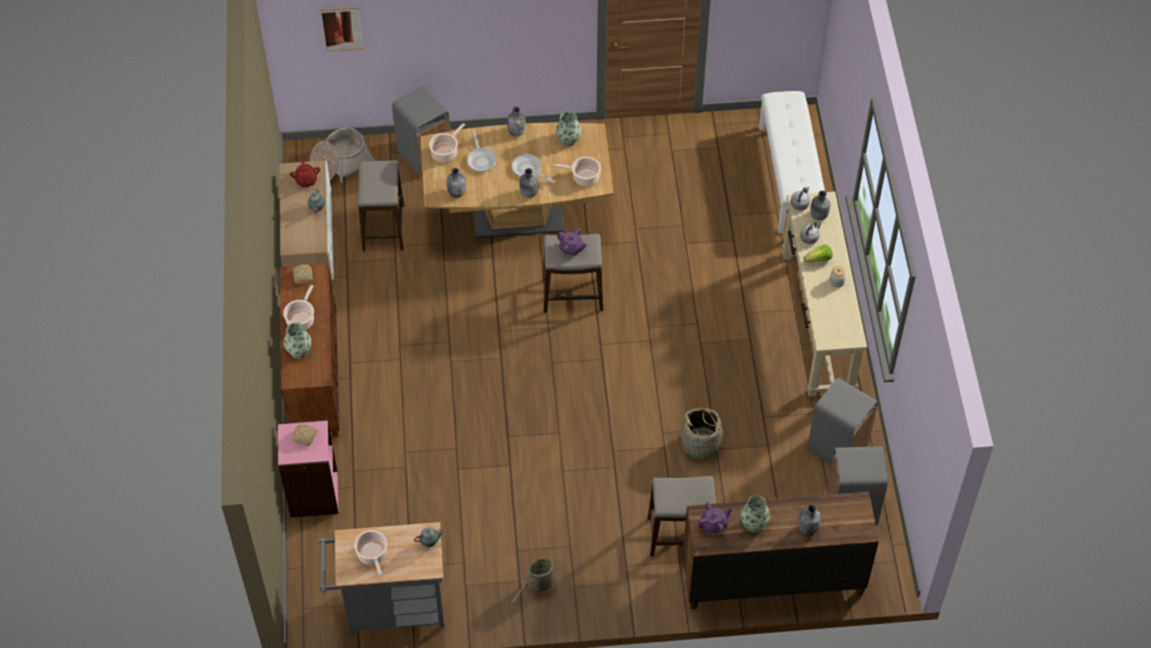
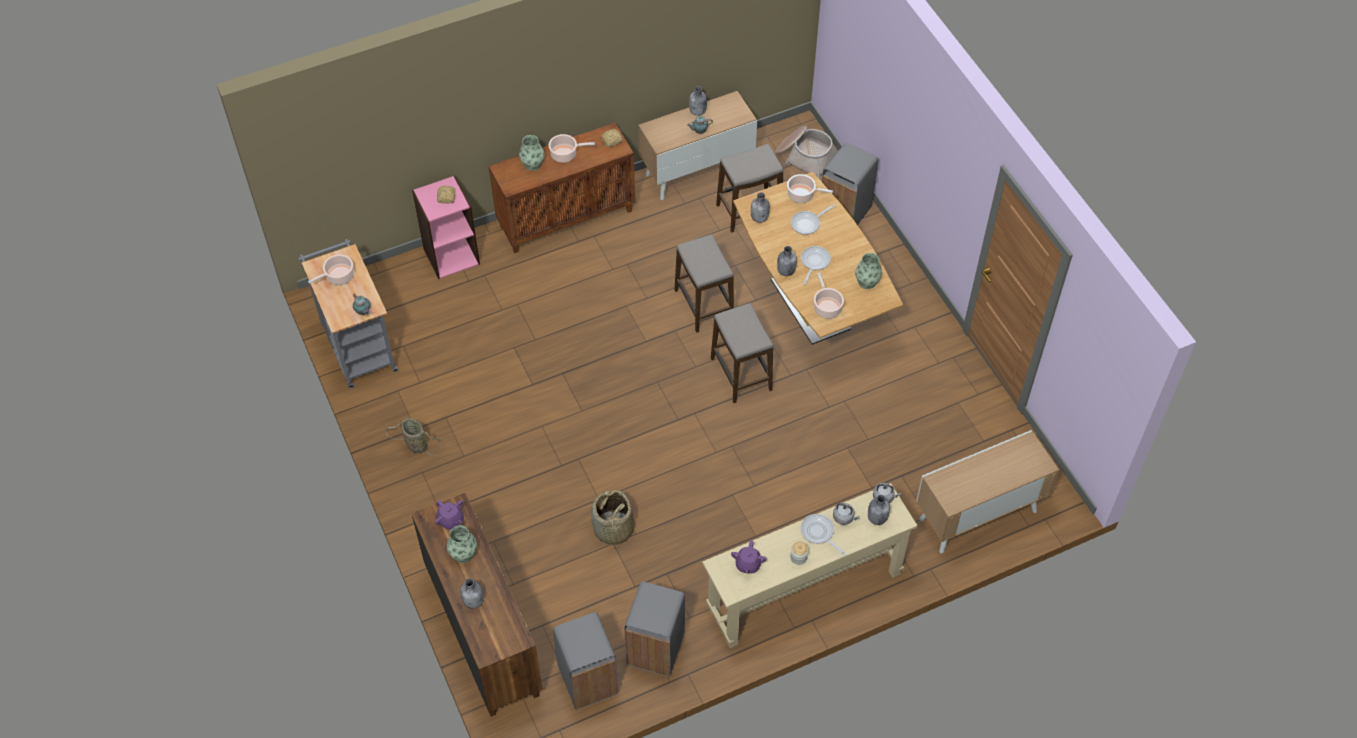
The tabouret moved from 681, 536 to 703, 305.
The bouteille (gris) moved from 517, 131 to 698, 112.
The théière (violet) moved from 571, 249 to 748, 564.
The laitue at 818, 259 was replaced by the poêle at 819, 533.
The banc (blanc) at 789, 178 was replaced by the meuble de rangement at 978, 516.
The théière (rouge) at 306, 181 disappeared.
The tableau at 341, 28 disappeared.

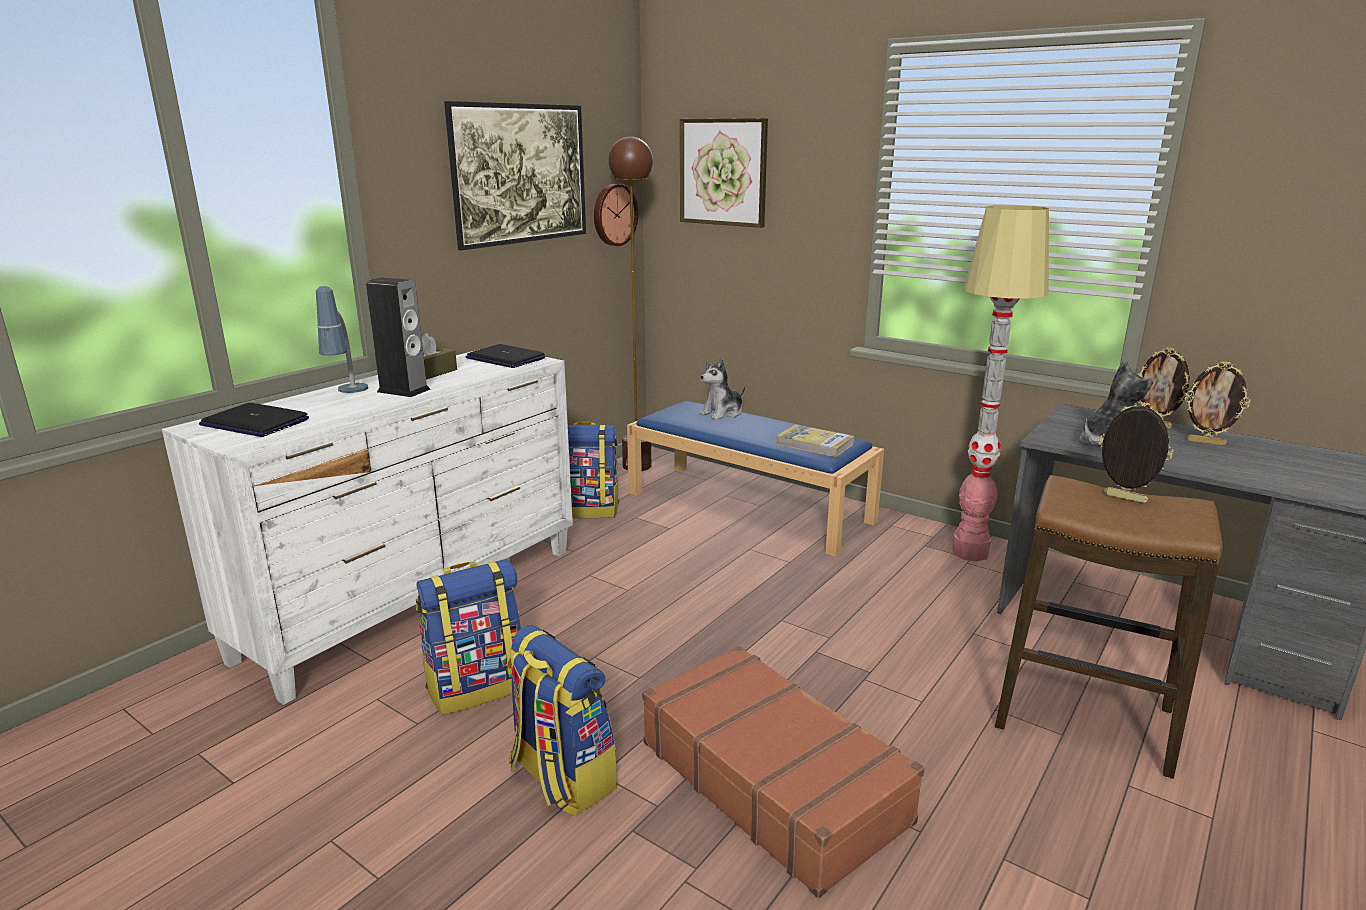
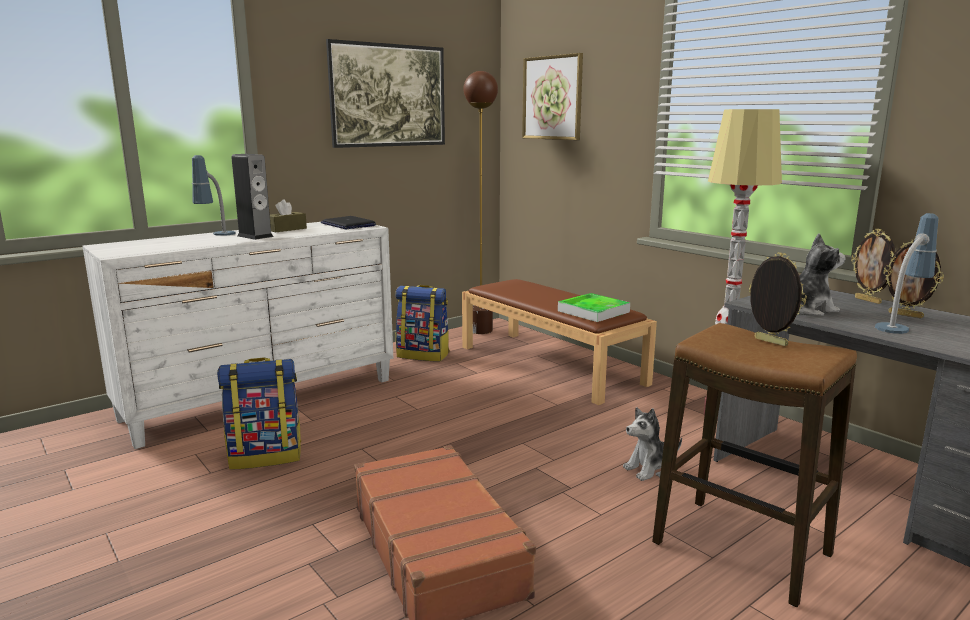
The banc (bleu) at 750, 507 became the banc (marron) at 551, 365.
The livre at 814, 444 was replaced by the plateau at 593, 311.
The peluche moved from 722, 413 to 651, 469.
The lampe de table at 901, 325 appeared.
The ordinateur portable at 254, 423 disappeared.
The sac à dos at 561, 778 disappeared.
The horloge murale at 613, 215 disappeared.

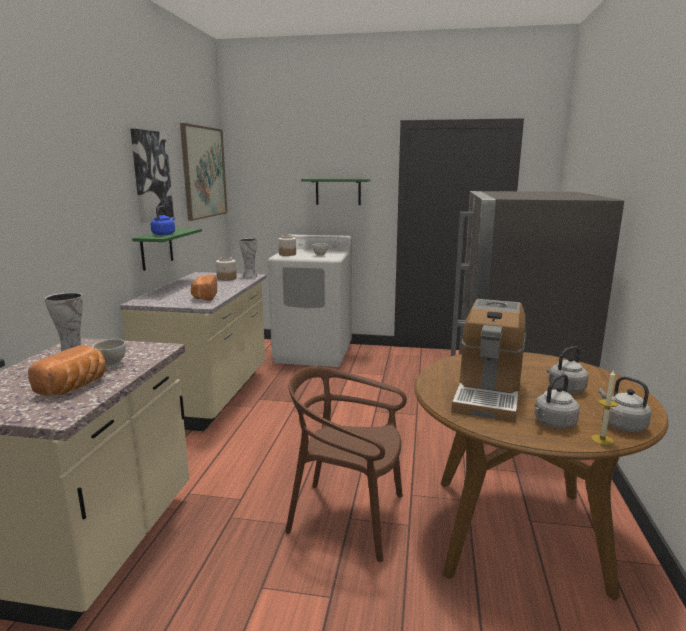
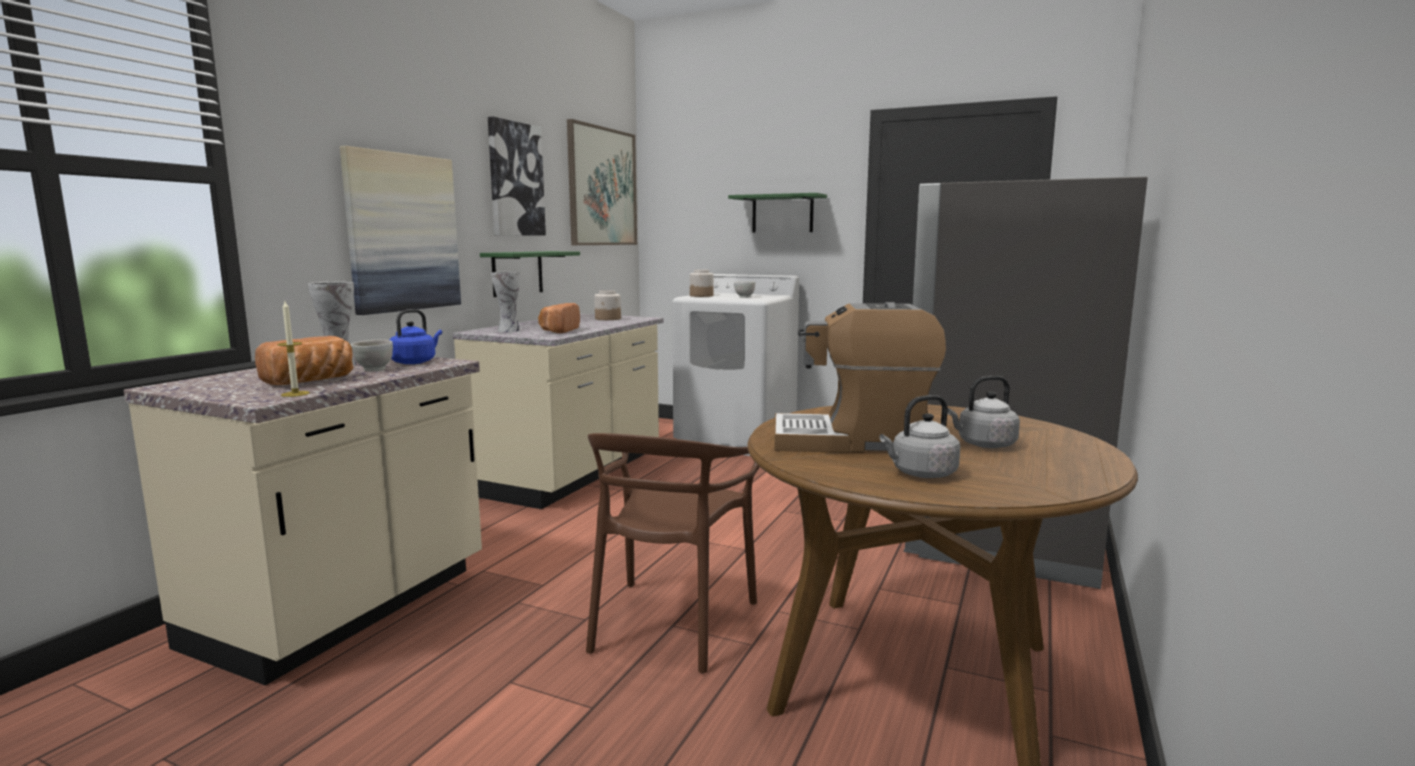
The bougie moved from 602, 439 to 295, 394.
The tableau at 402, 233 appeared.
The bouilloire (bleu) moved from 164, 234 to 415, 362.
The vase moved from 249, 276 to 509, 330.
The chaise (marron) at 347, 517 turned 105 degrees counterclockwise.
The machine à café at 488, 394 turned 60 degrees clockwise.
The bouilloire (gris) at 621, 425 disappeared.

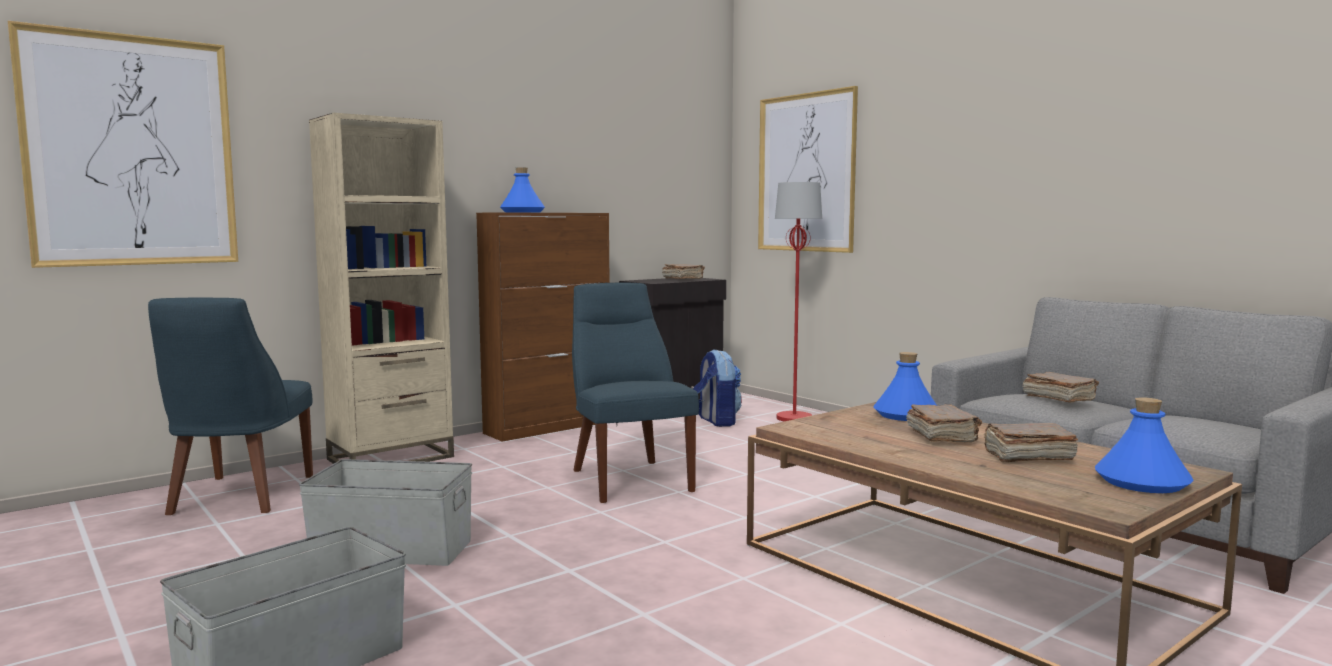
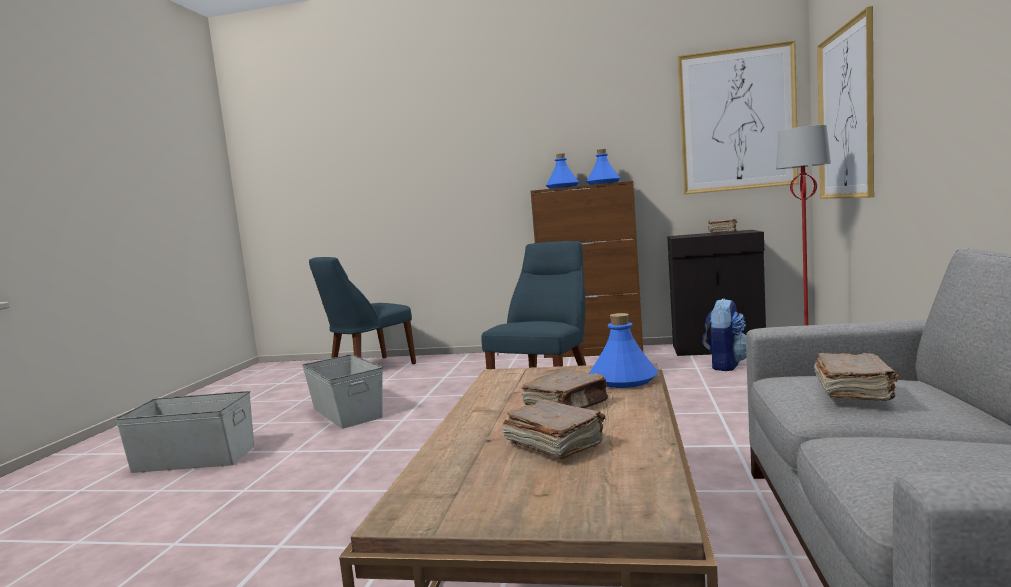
The bouteille (bleu) moved from 1141, 482 to 603, 183.
The tableau moved from 131, 151 to 737, 120.
The bibliothèque (beige) at 391, 458 disappeared.

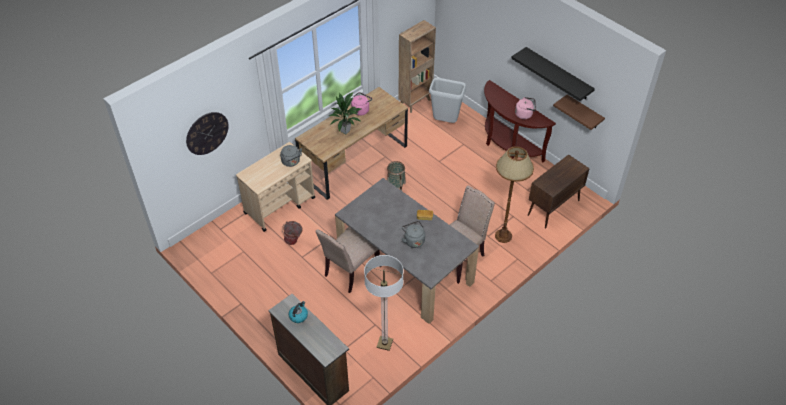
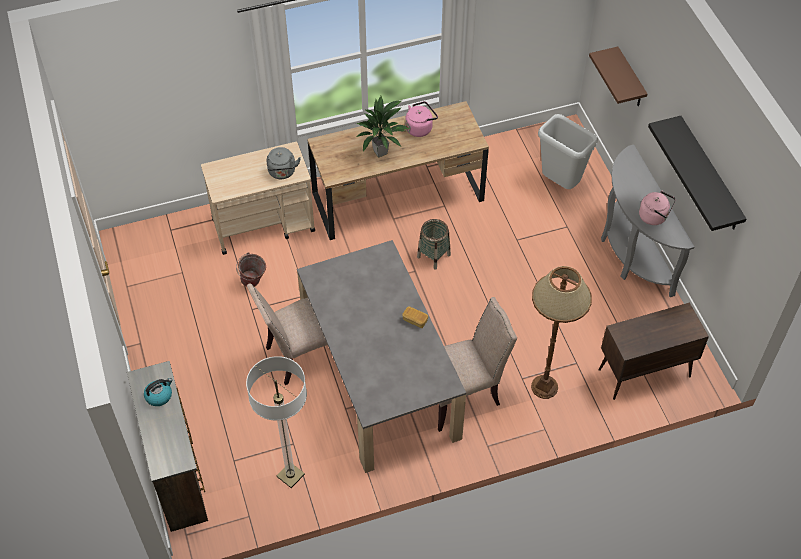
The étagère (marron) moved from 584, 112 to 630, 79.
The table console (marron) at 508, 146 became the table console (gris) at 631, 253.
The horloge murale at 207, 133 disappeared.
The bibliothèque (marron) at 415, 102 disappeared.
The bouilloire (gris) at 413, 240 disappeared.

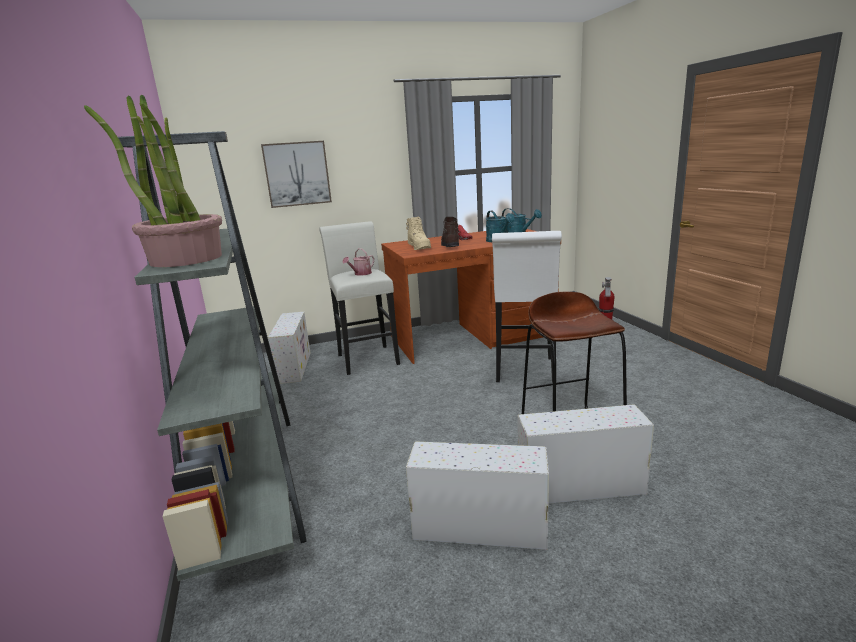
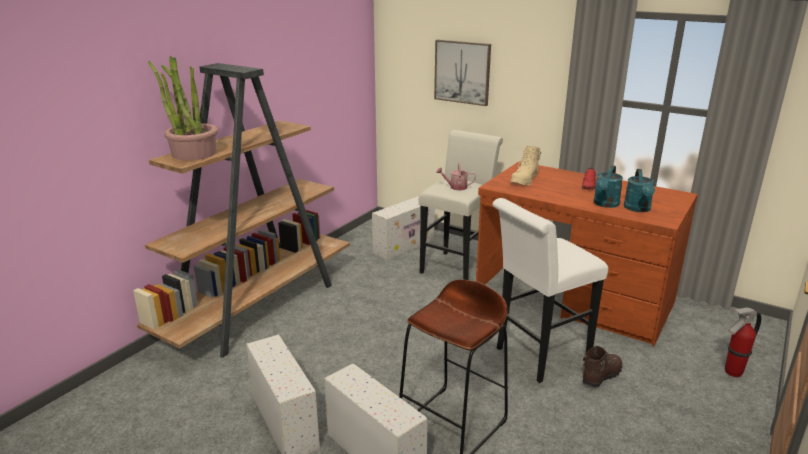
The bibliothèque (gris) at 249, 480 became the bibliothèque (marron) at 259, 307.
The botte (marron) moved from 450, 246 to 600, 376.

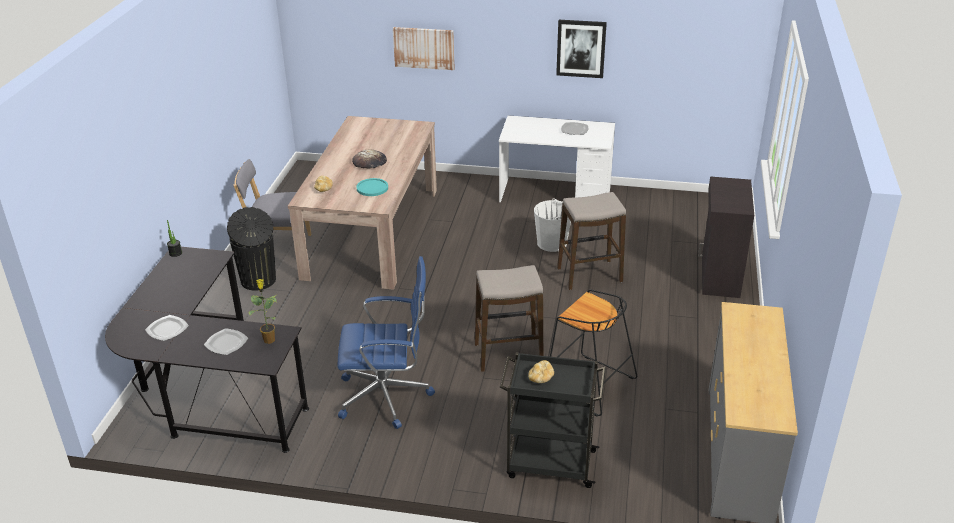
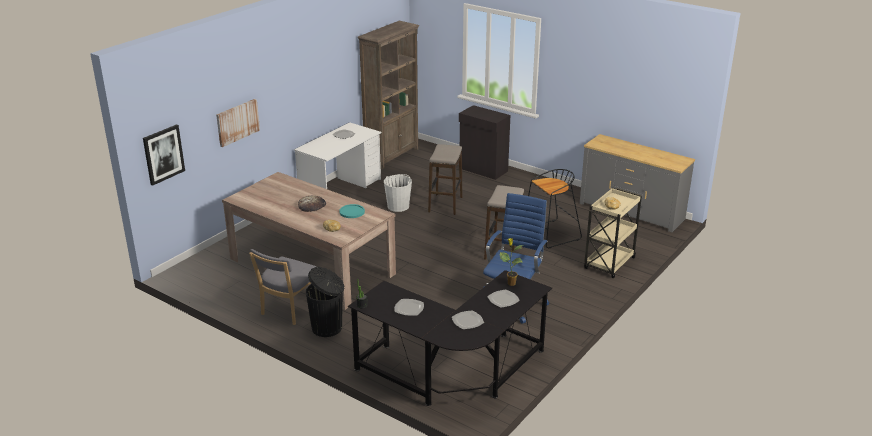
The tableau moved from 581, 48 to 163, 154.
The bibliothèque (marron) at 392, 156 appeared.
The assiette at 409, 308 appeared.
The chariot (noir) at 549, 464 became the chariot (beige) at 609, 264.

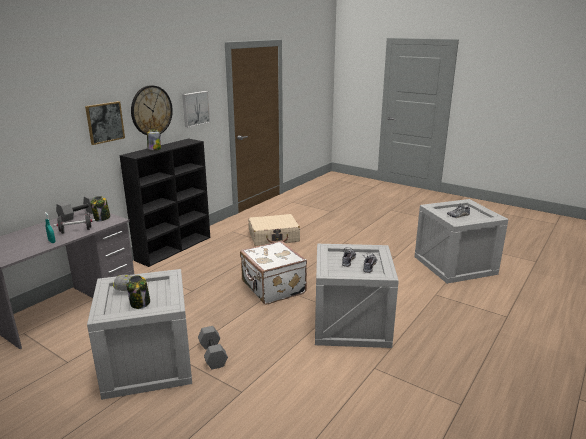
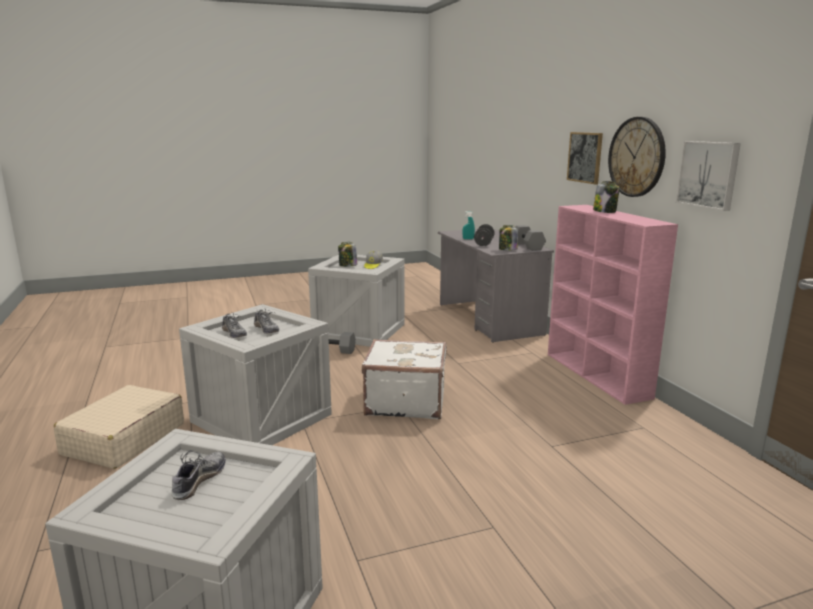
The valise (beige) moved from 274, 237 to 124, 439.
The bibliothèque (noir) at 174, 248 became the bibliothèque (rose) at 597, 375.

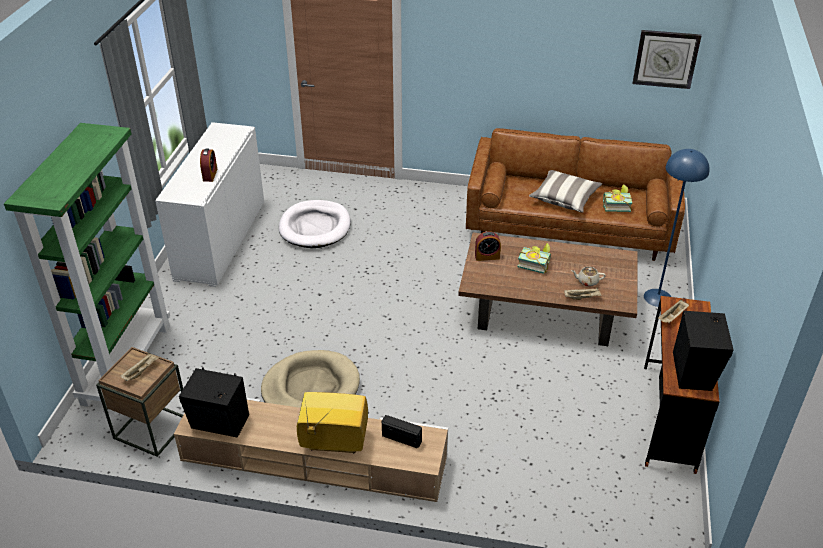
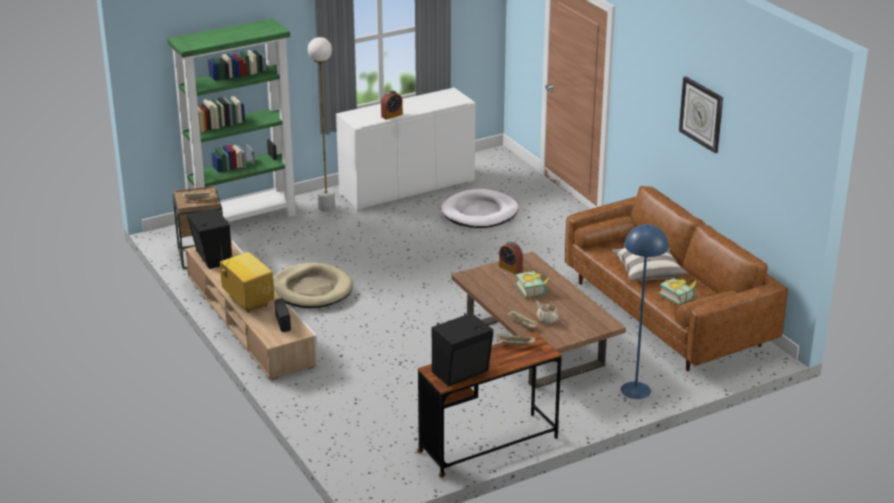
The lampadaire (blanc) at 326, 208 appeared.
The horloge murale moved from 666, 59 to 701, 114.

